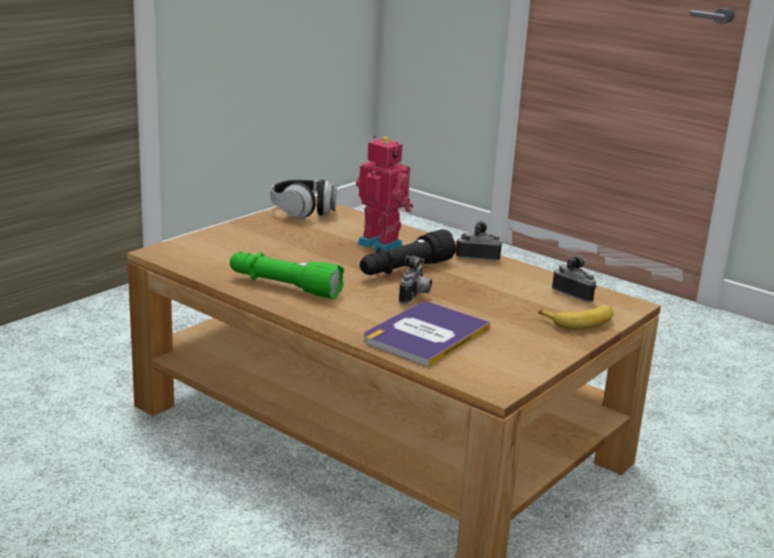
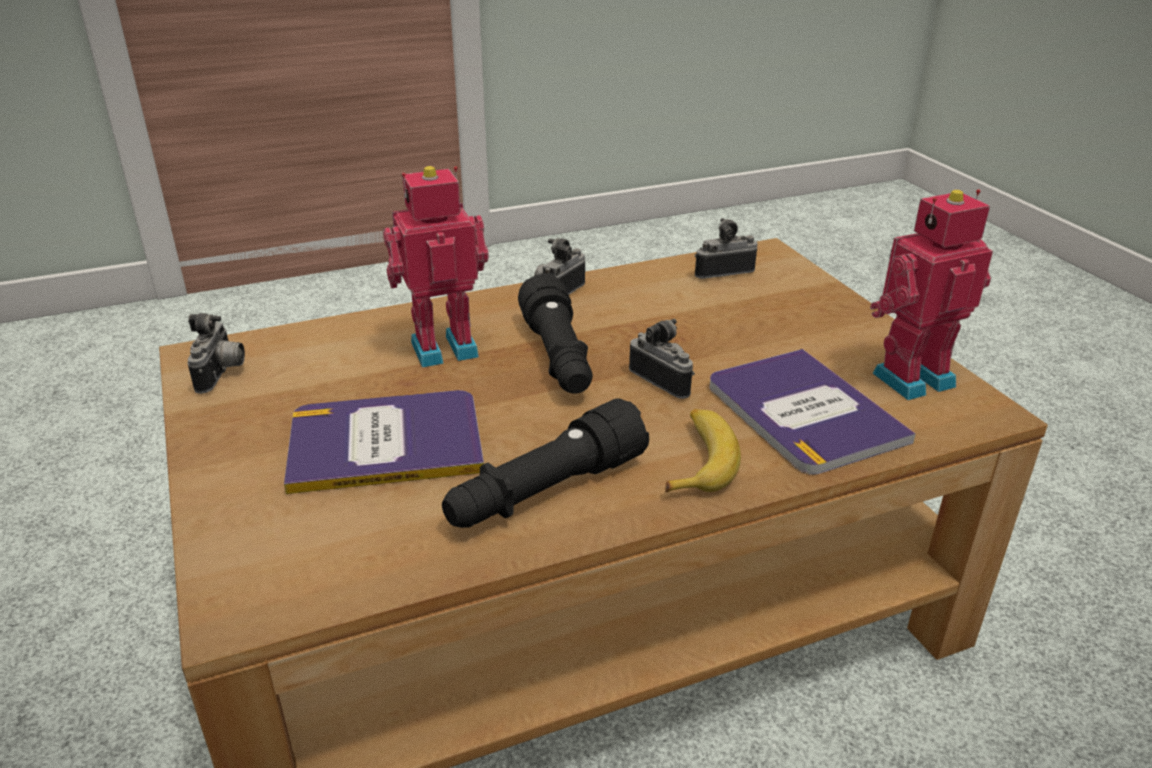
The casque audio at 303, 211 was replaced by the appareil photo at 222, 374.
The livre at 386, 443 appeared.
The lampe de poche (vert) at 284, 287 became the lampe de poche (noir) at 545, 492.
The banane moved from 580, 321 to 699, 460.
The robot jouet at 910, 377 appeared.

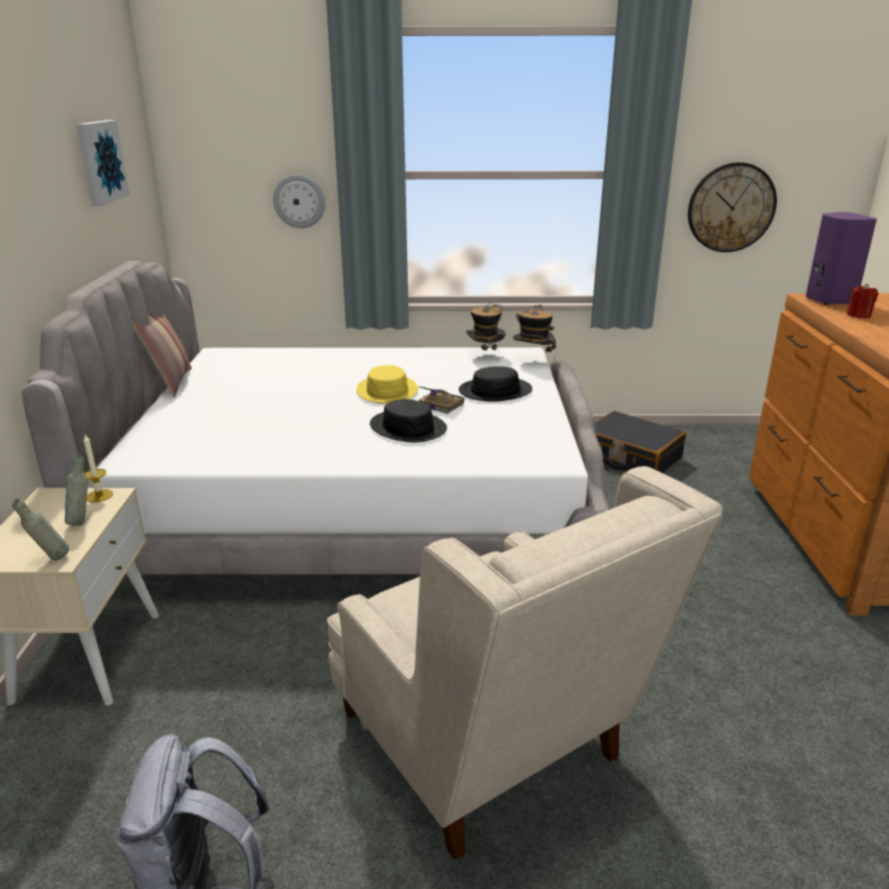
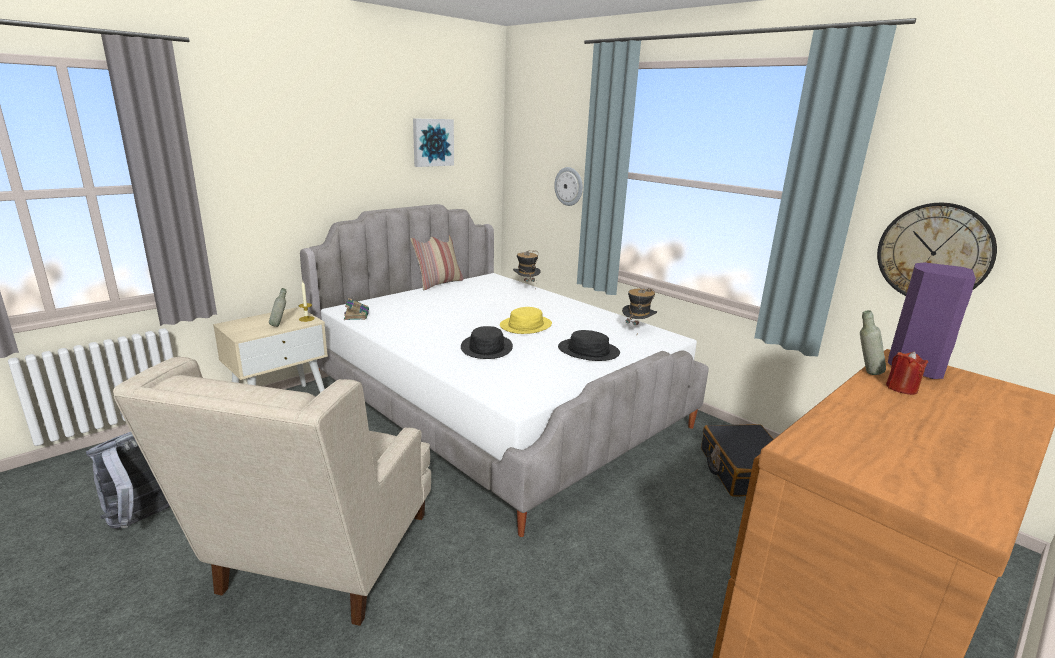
The livre moved from 440, 404 to 356, 315.
The chapeau moved from 533, 359 to 526, 286.
The bouteille (gris) moved from 50, 560 to 865, 373.

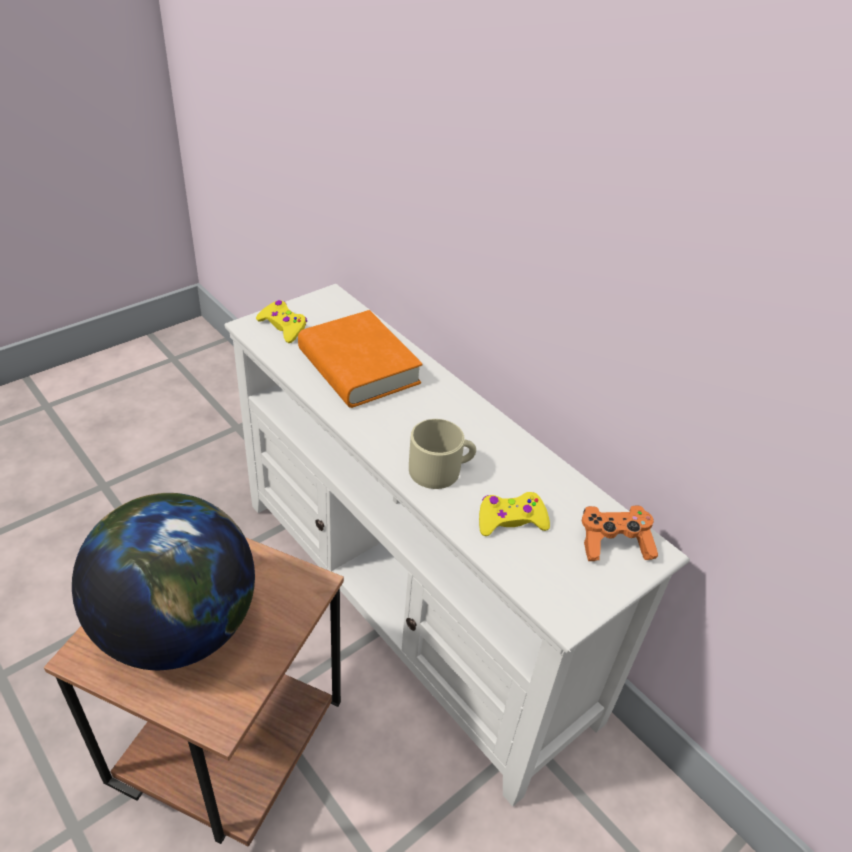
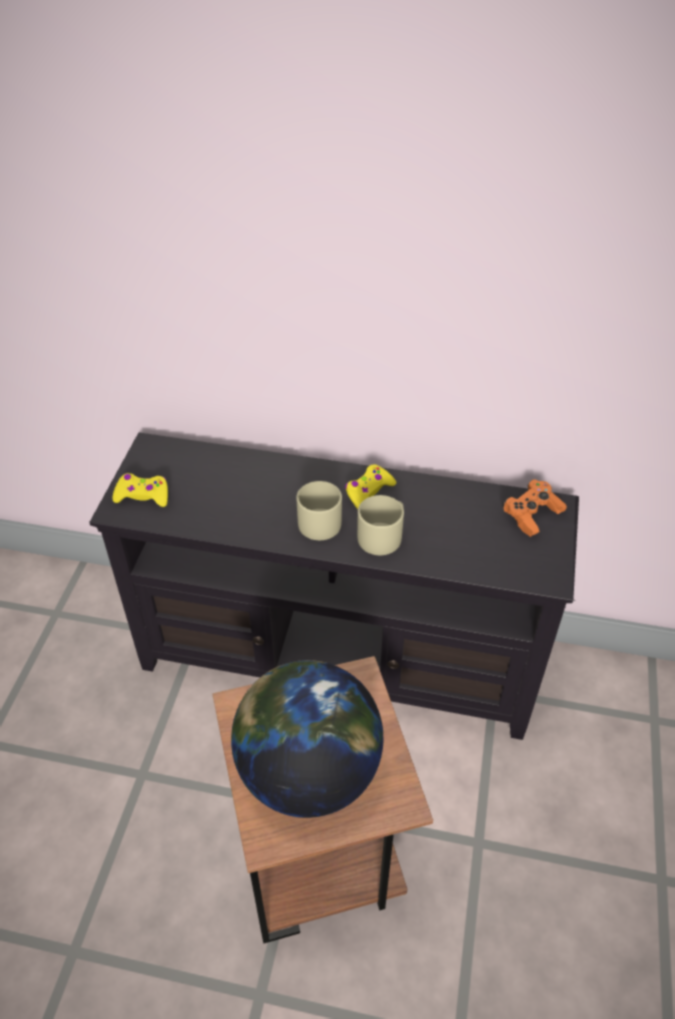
The meuble télé (blanc) at 411, 605 became the meuble télé (noir) at 338, 658.
The mug (beige) at 317, 520 appeared.
The manette (jaune) moved from 510, 520 to 368, 492.
The livre (orange) at 358, 367 disappeared.

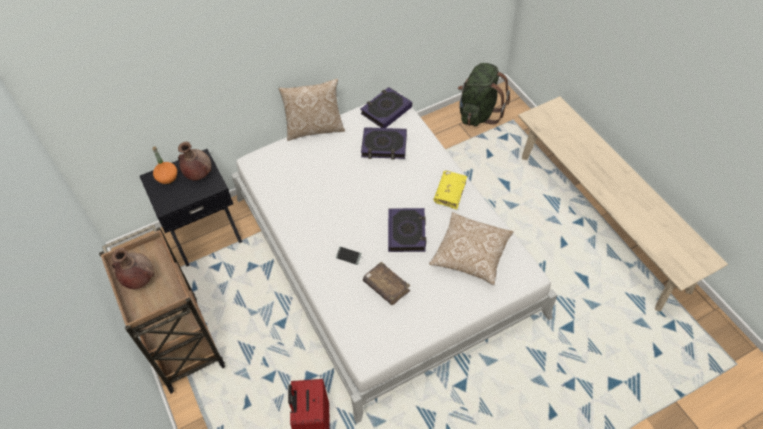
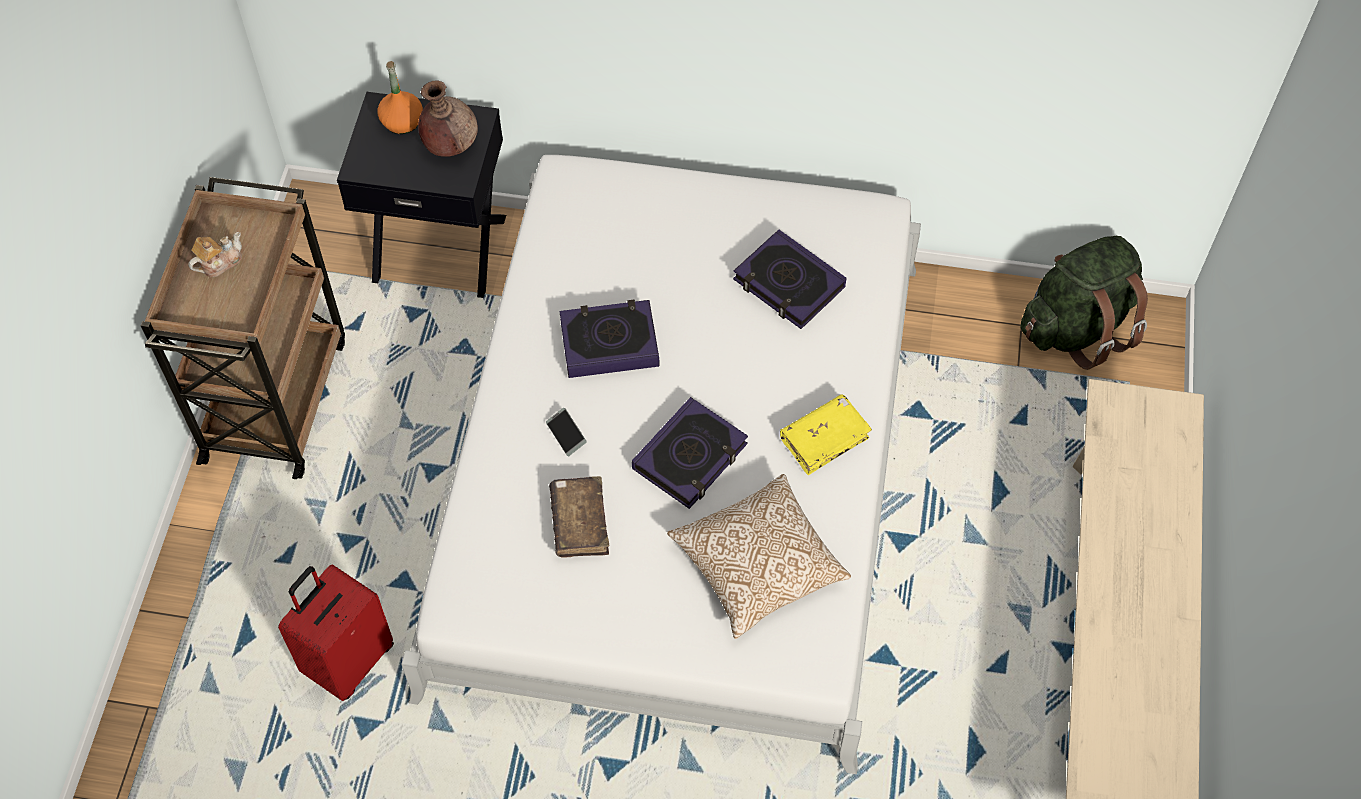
The vase (marron) at 139, 279 was replaced by the théière at 219, 262.
The livre moved from 386, 110 to 609, 343.
The coussin at 315, 129 disappeared.

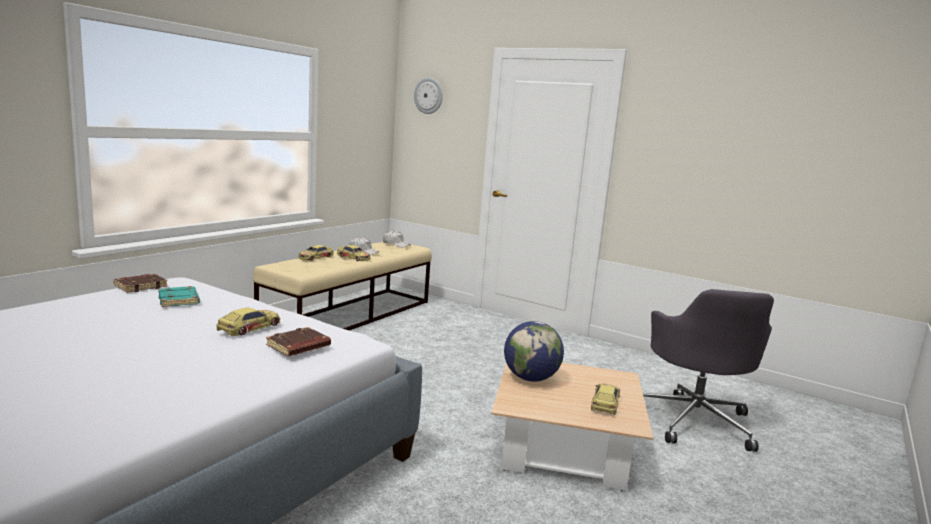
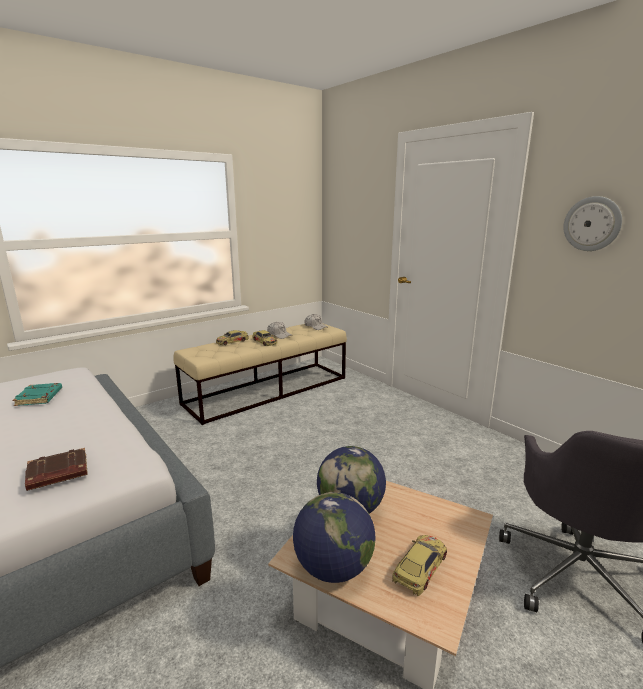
The globe at 333, 568 appeared.
The horloge murale moved from 429, 96 to 592, 224.
The livre (marron) at 141, 286 disappeared.
The petite voiture at 249, 327 disappeared.

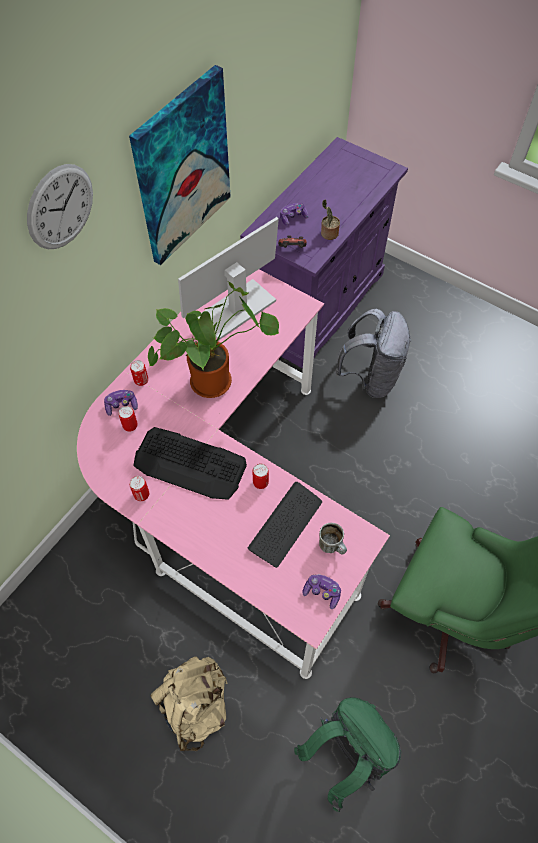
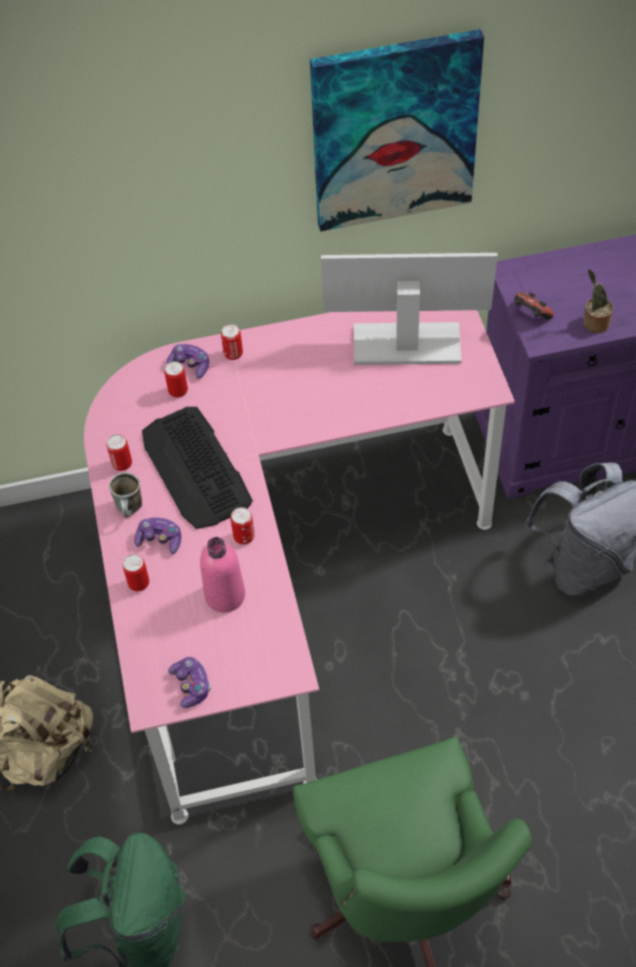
The mug moved from 332, 546 to 131, 510.
The boîte métallique at 139, 583 appeared.
The manette moved from 293, 218 to 160, 540.
The clavier at 285, 525 was replaced by the bouteille (rose) at 225, 595.
The horloge murale at 60, 207 disappeared.
The plante en pot at 214, 379 disappeared.

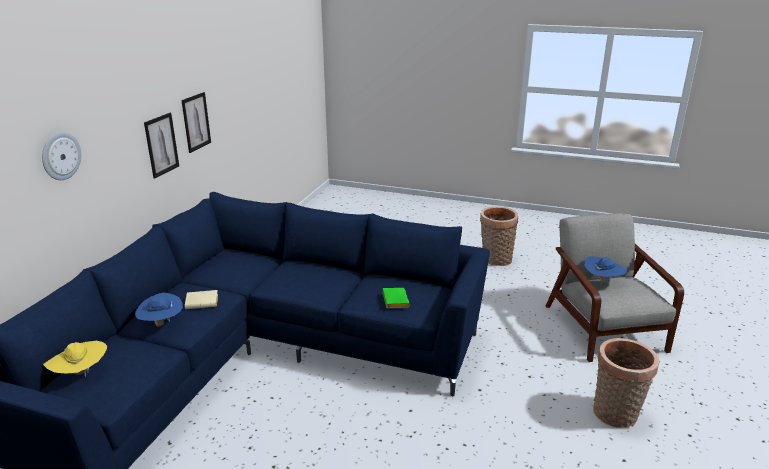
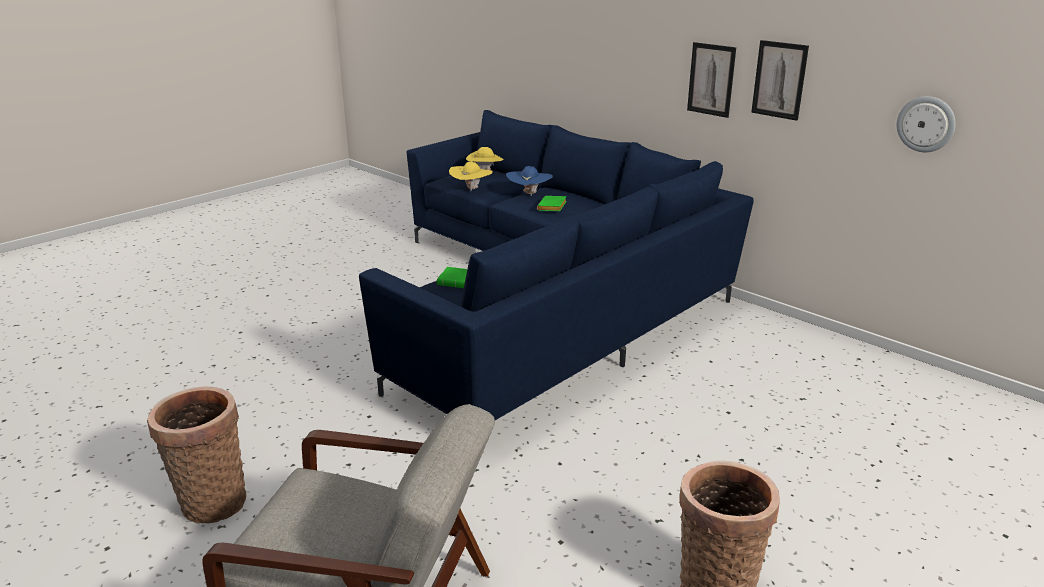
The chapeau (jaune) at 471, 189 appeared.
The livre (beige) at 203, 302 became the livre (vert) at 552, 207.
The horloge murale moved from 60, 156 to 926, 124.
The chapeau (bleu) at 602, 281 disappeared.

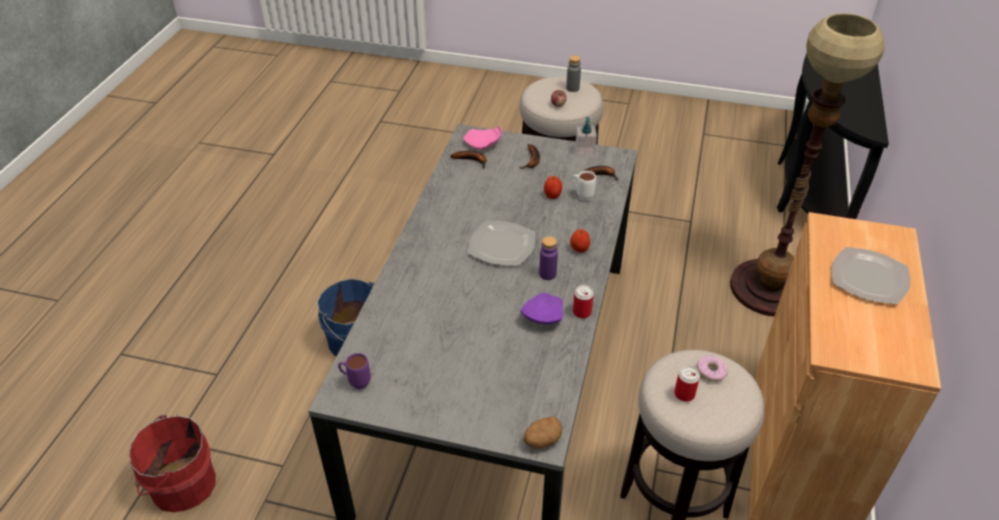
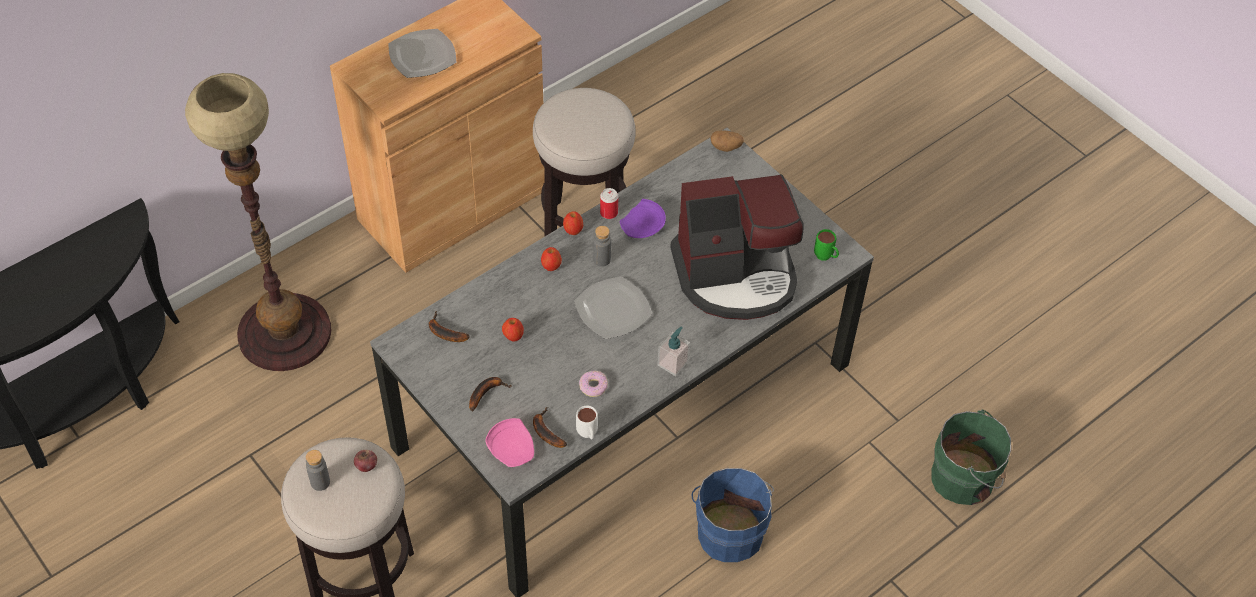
The pomme at 573, 230 appeared.
The mug (blanc) moved from 582, 195 to 588, 435.
The beignet moved from 711, 371 to 593, 386.
The bouteille (violet) at 547, 274 became the bouteille (gris) at 602, 259.
The distributeur de savon moved from 584, 153 to 673, 363.
The machine à café at 736, 275 appeared.
The mug (violet) at 355, 382 became the mug (vert) at 826, 258.
The seau (rouge) at 180, 484 became the seau (vert) at 965, 478.
The boîte métallique at 684, 394 disappeared.

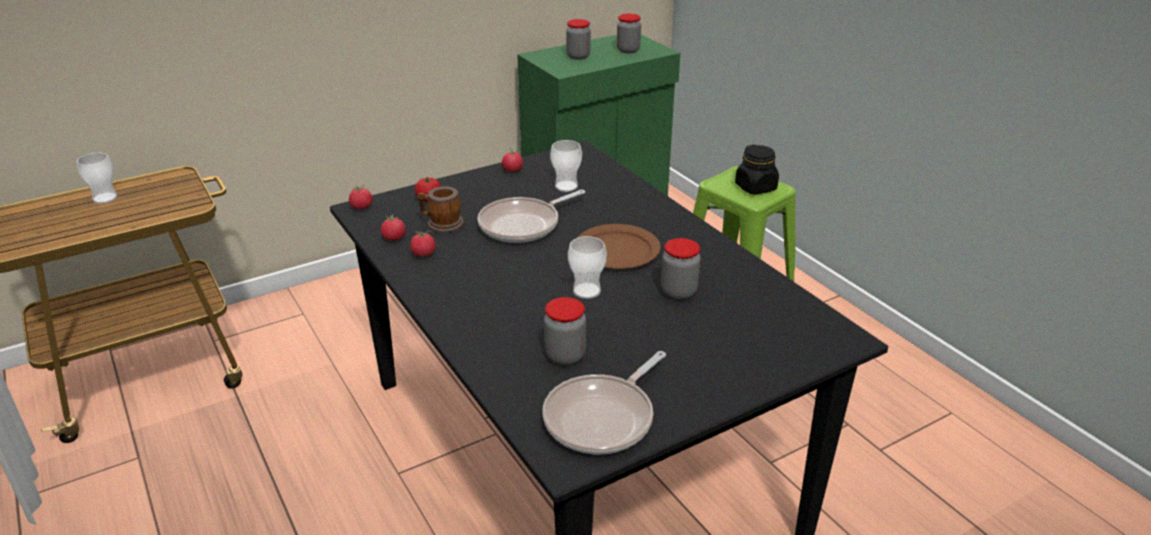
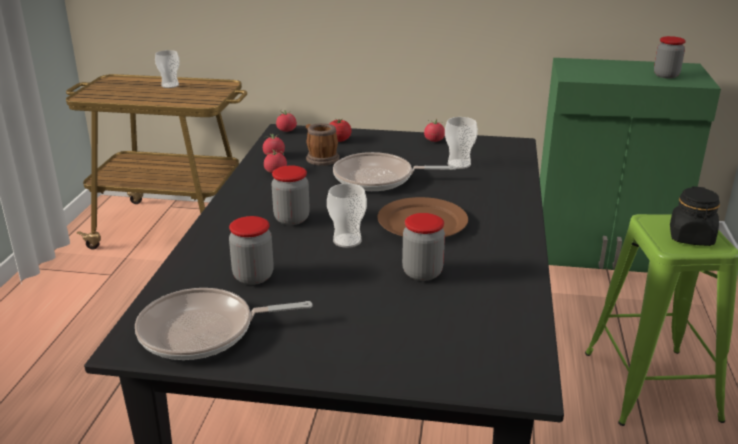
The bocal moved from 578, 56 to 291, 219.

